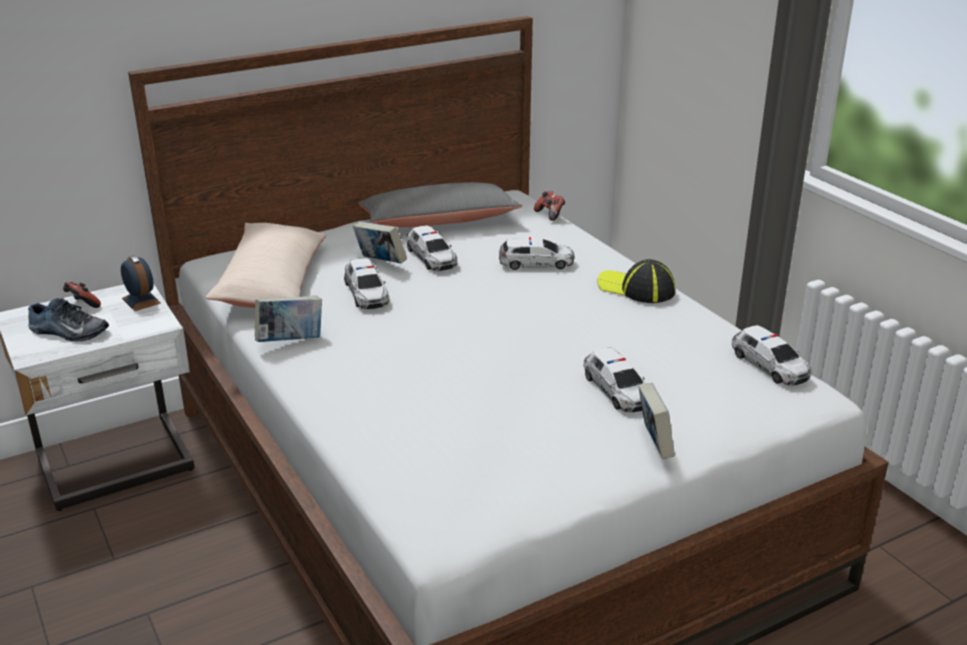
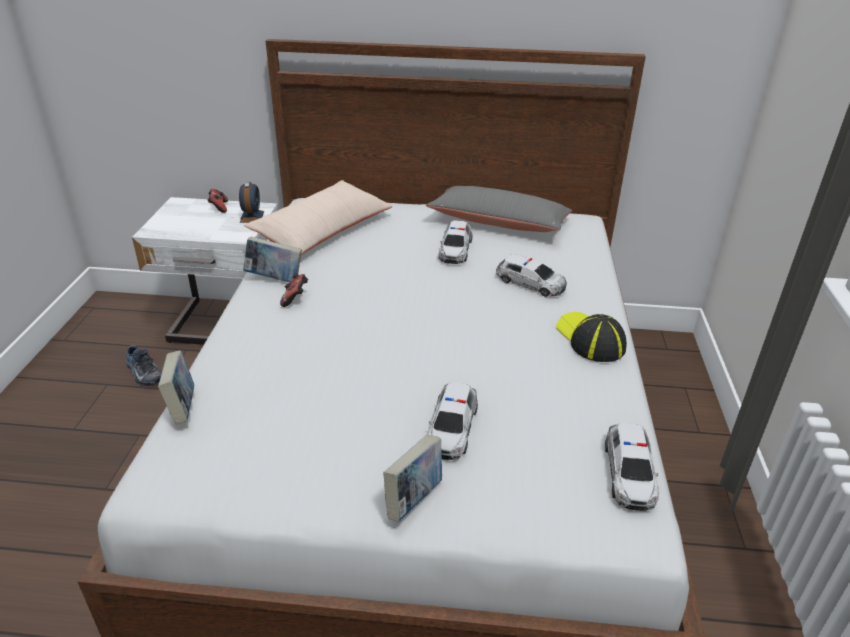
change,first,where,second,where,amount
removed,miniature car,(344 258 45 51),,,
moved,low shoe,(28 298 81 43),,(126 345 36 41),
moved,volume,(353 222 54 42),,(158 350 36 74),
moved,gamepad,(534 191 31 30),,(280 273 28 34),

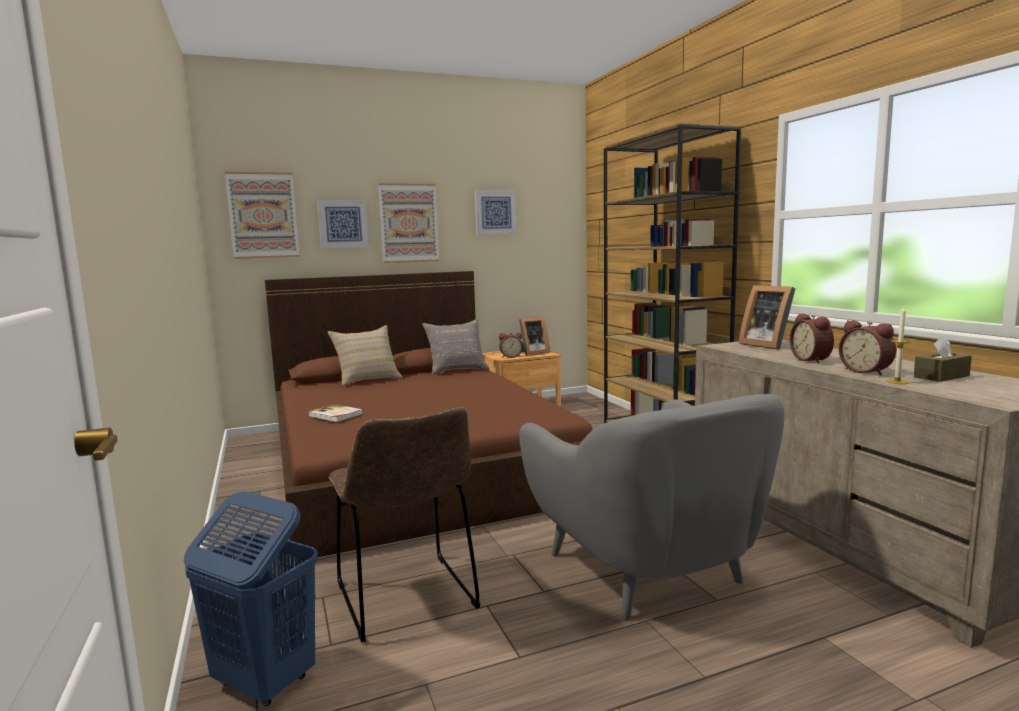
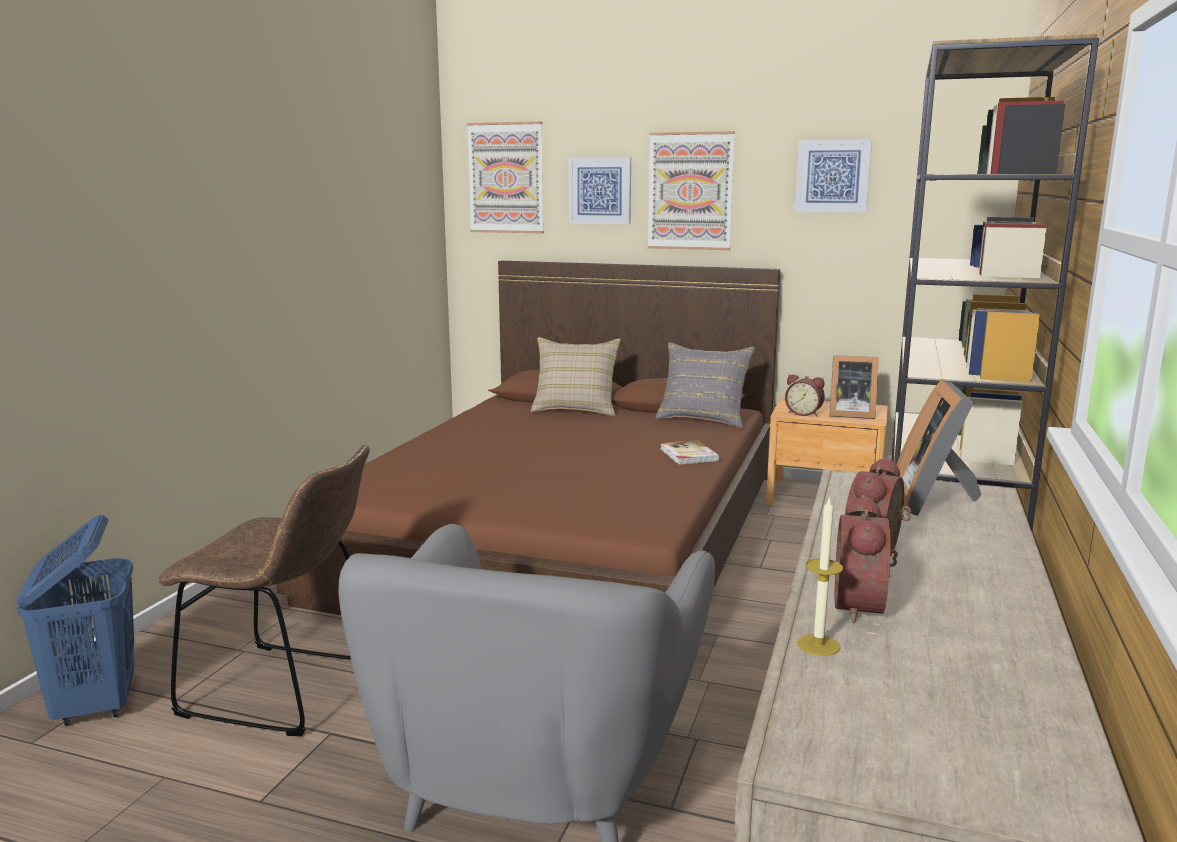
change,first,where,second,where,amount
removed,brown-coloured box of tissues,(914 335 58 47),,,
moved,volume,(308 404 55 18),,(660 440 60 25),
turned,brown-coloured plain chair,(328 407 152 236),,(158 445 212 291),90 degrees counterclockwise

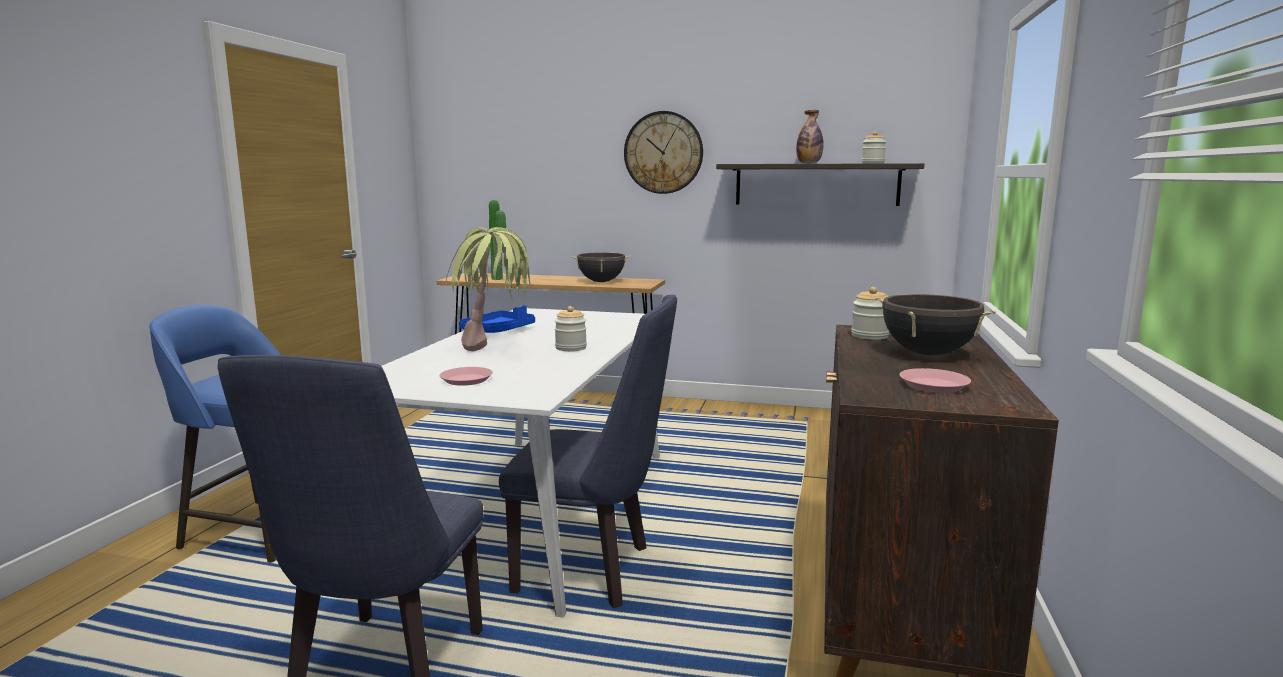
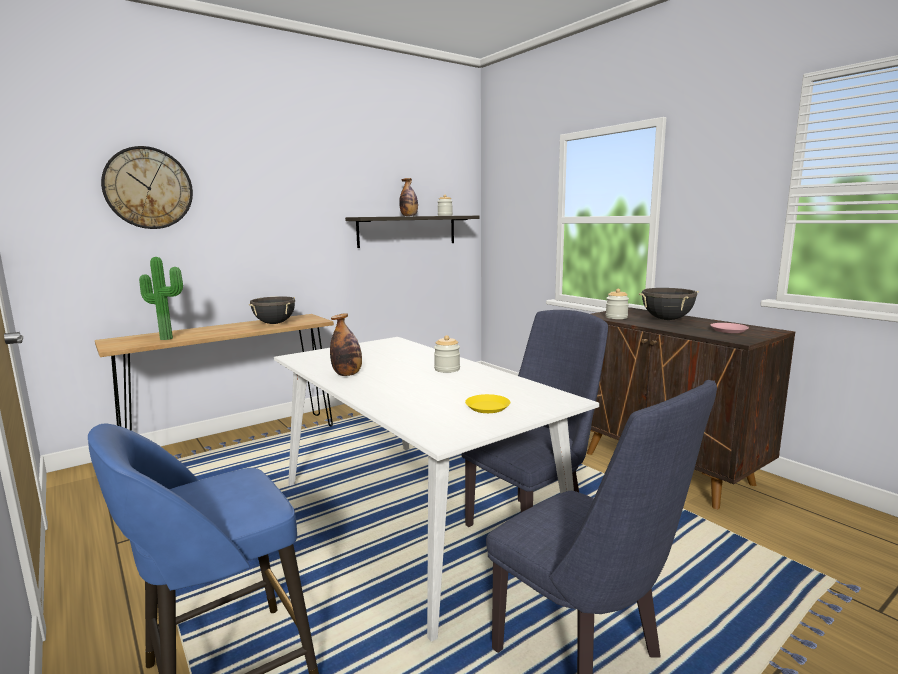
change,first,where,second,where,amount
removed,houseplant,(446 227 84 124),,,
moved,hanging clock,(624 111 79 83),,(101 146 92 83),
replaced,blue-coloured carrying tray,(459 305 76 28),beverage bottle,(330 313 32 63),
recoloured,pink dinner plate,(440 367 53 19),yellowish dinner plate,(465 394 45 19),

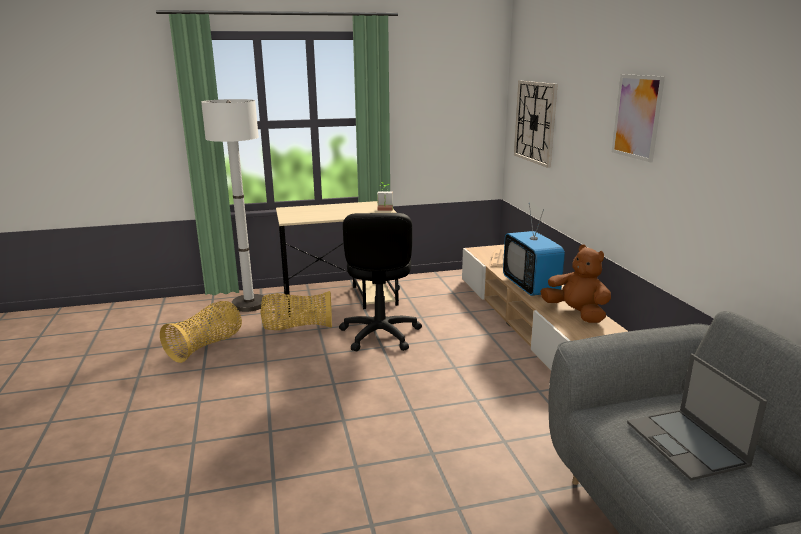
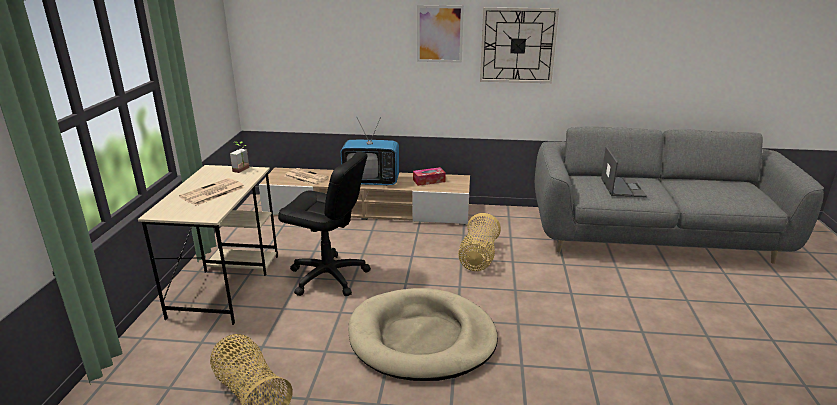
change,first,where,second,where,amount
removed,white standing lamp,(201 99 66 213),,,
added,,,newspaper,(179 178 66 28),
added,,,sand-coloured dog bed,(348 288 150 93),
moved,household basket,(260 291 72 39),,(458 213 43 58),
moved,hanging clock,(514 81 44 87),,(480 7 79 76),
replaced,brown-coloured cuddly toy,(540 244 71 79),box of tissues,(413 167 33 19),
turned,notebook computer,(627 354 140 126),,(601 147 46 50),90 degrees counterclockwise

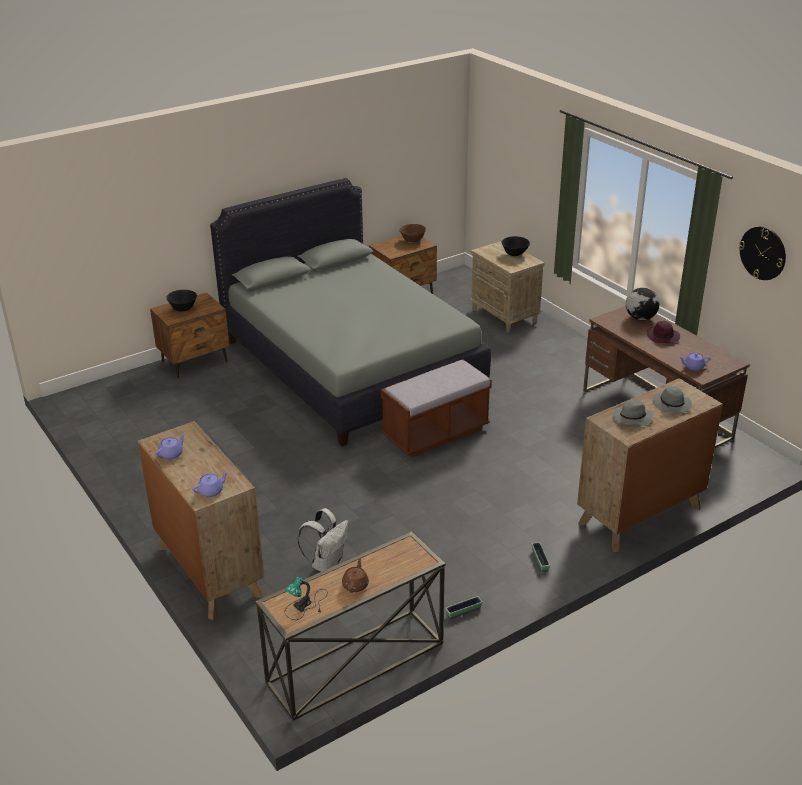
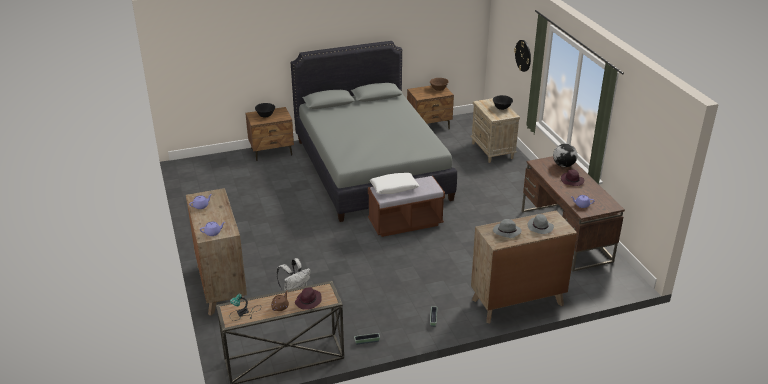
change,first,where,second,where,amount
added,,,purplish clothing hat,(295 287 27 23),
added,,,white throw pillow,(370 173 49 21),
moved,hanging clock,(739 226 47 54),,(514 40 17 32),

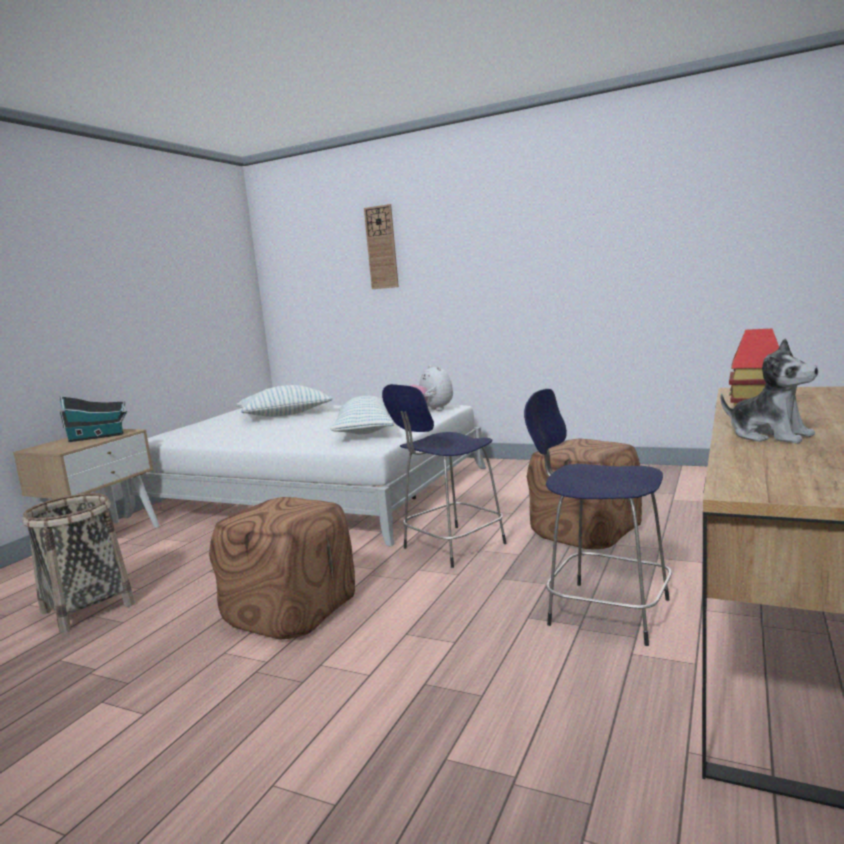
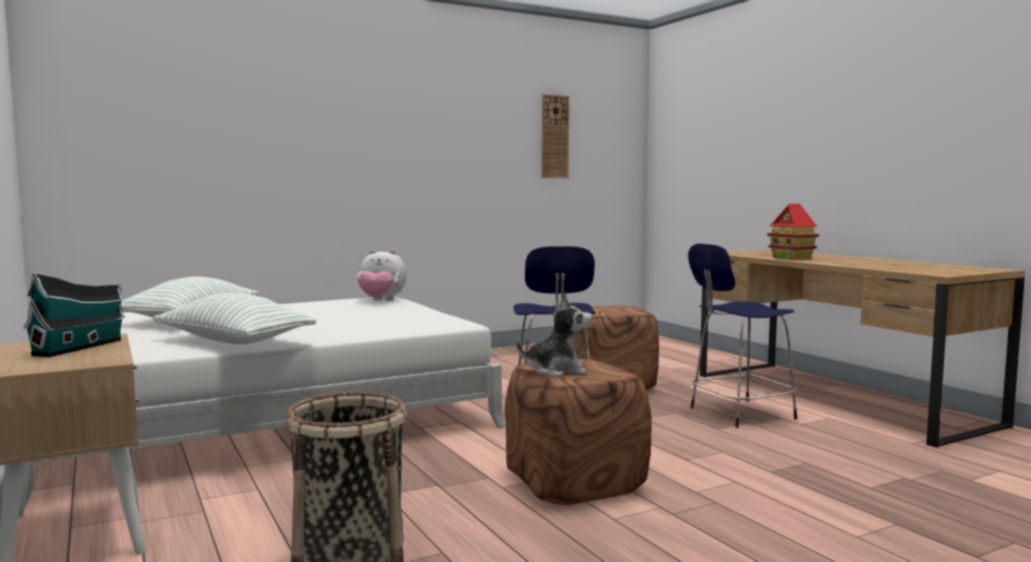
change,first,where,second,where,amount
moved,throw pillow,(330 396 64 38),,(153 293 164 51),
moved,hanging clock,(364 204 35 85),,(542 94 27 84),
moved,cuddly toy,(721 339 97 105),,(516 293 77 84),

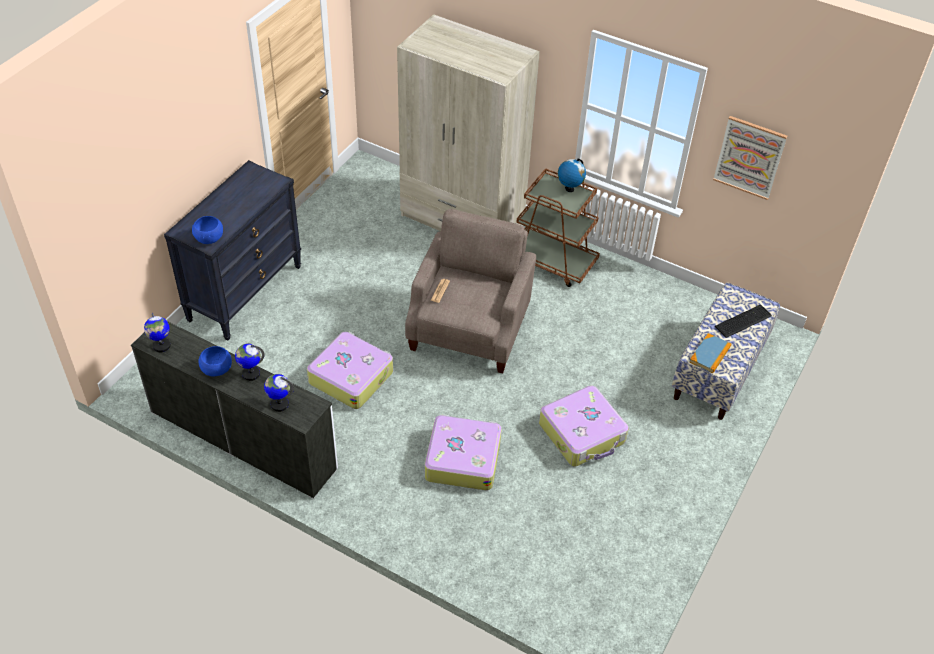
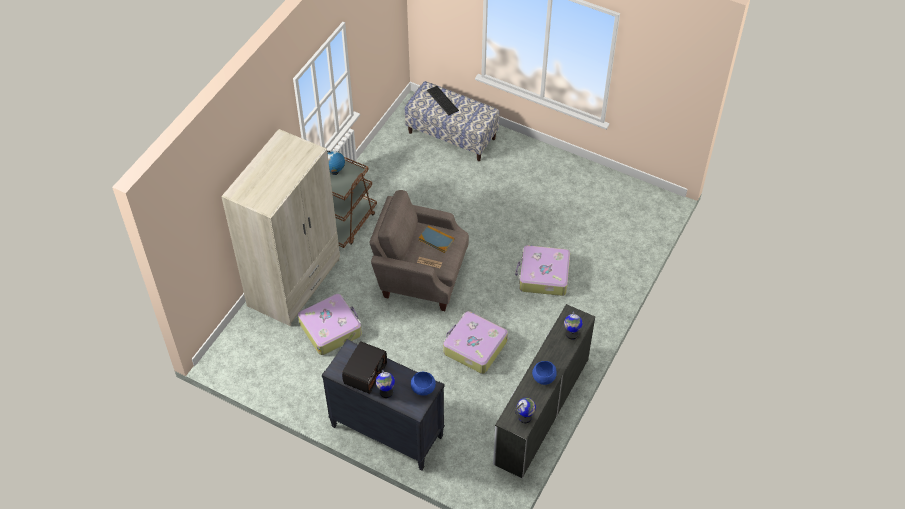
change,first,where,second,where,amount
removed,wall picture,(713 116 74 84),,,
added,,,radio,(342 341 45 53),
moved,globe,(235 344 30 37),,(376 369 19 29),
moved,suitcase,(539 385 90 82),,(298 294 64 61),
moved,volume,(689 333 42 40),,(419 225 36 28),

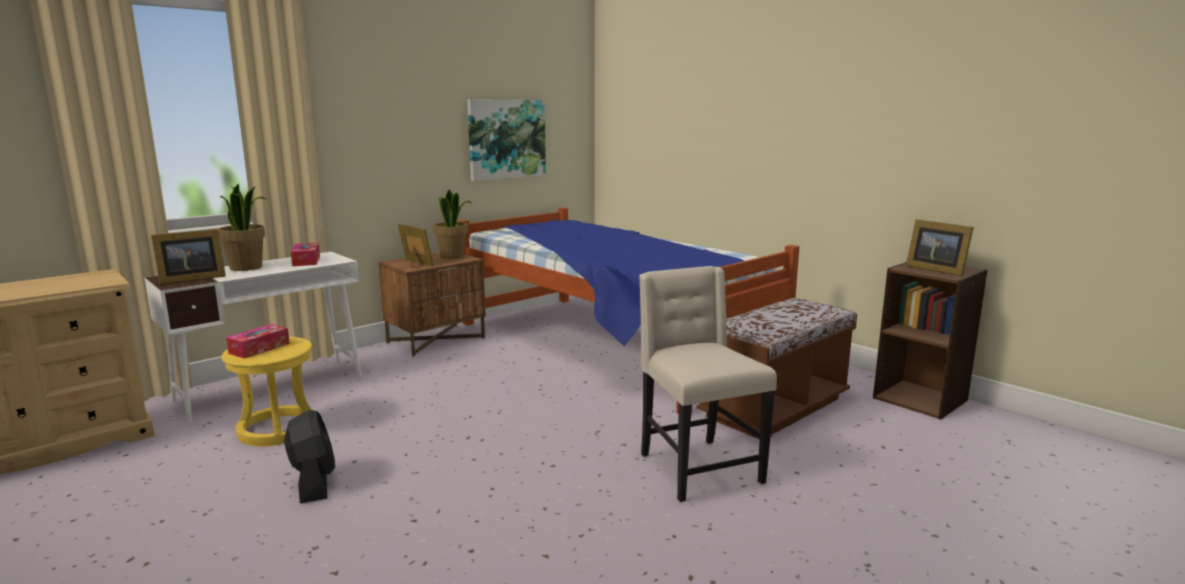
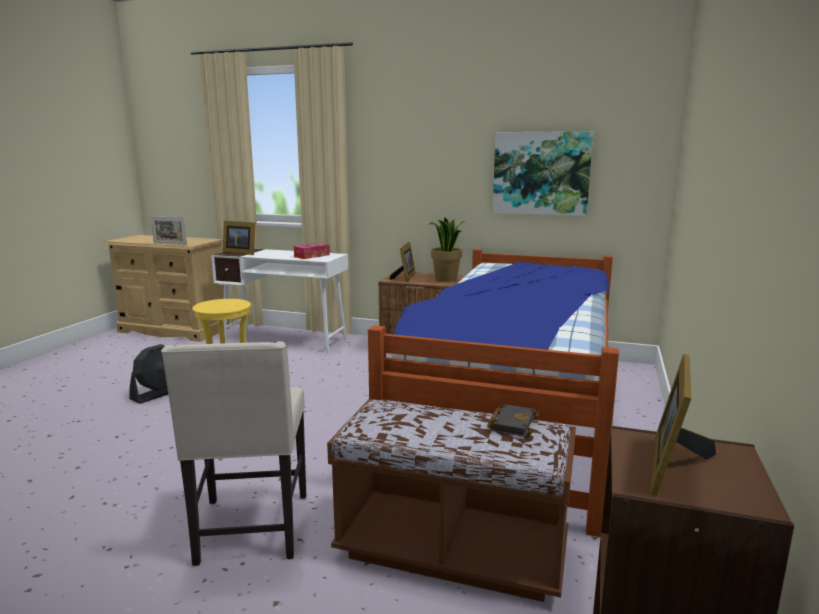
change,first,where,second,where,amount
removed,houseplant,(218 184 47 87),,,
removed,box of tissues,(226 324 64 35),,,
added,,,standing frame,(151 216 36 29),
added,,,black-coloured volume,(487 404 53 33),
turned,sand-coloured plain chair,(639 266 138 236),,(161 341 145 225),135 degrees clockwise

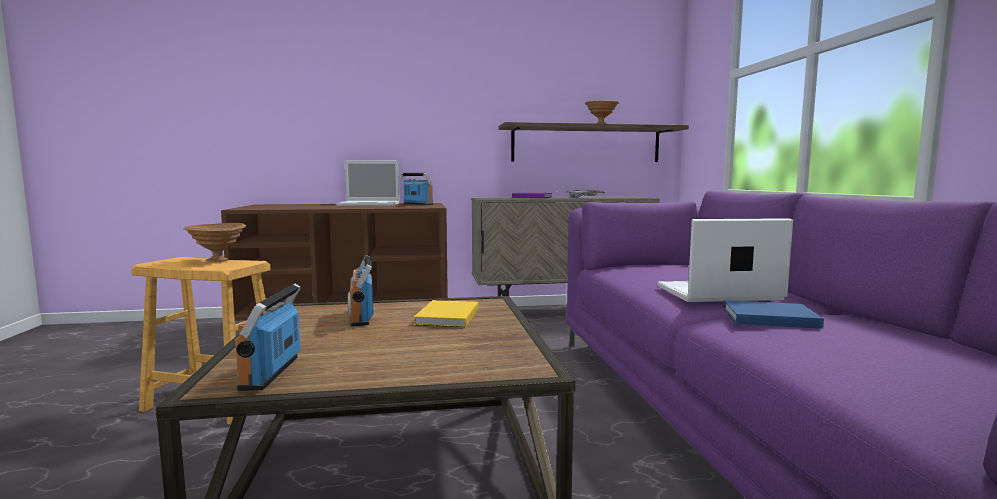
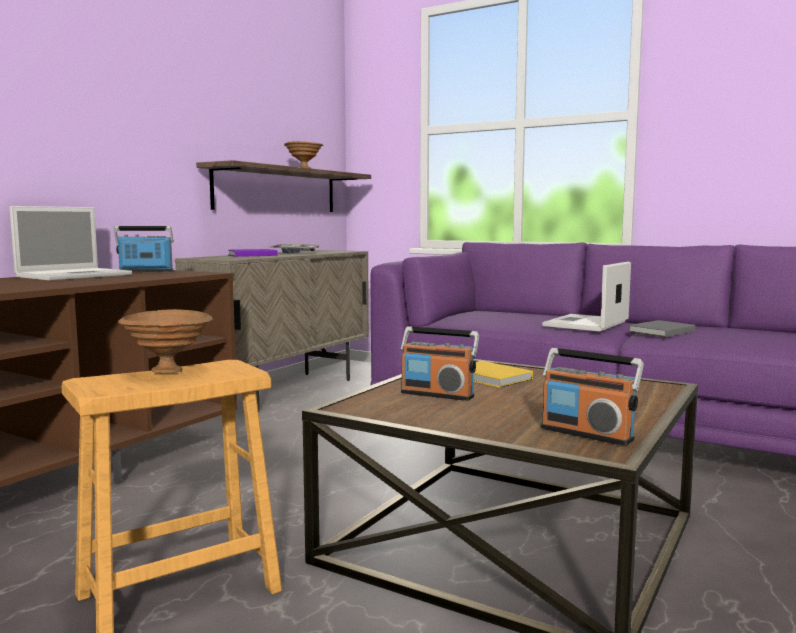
change,first,where,second,where,amount
recoloured,blue-coloured volume,(724 300 100 29),greyish volume,(628 320 67 17),

